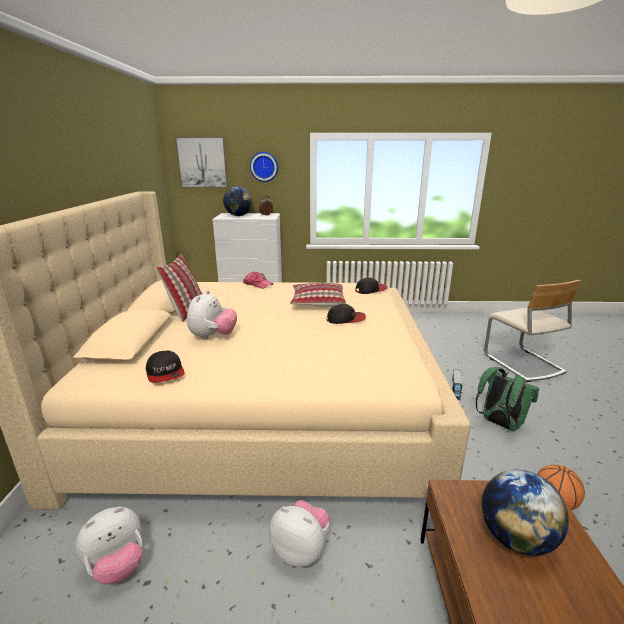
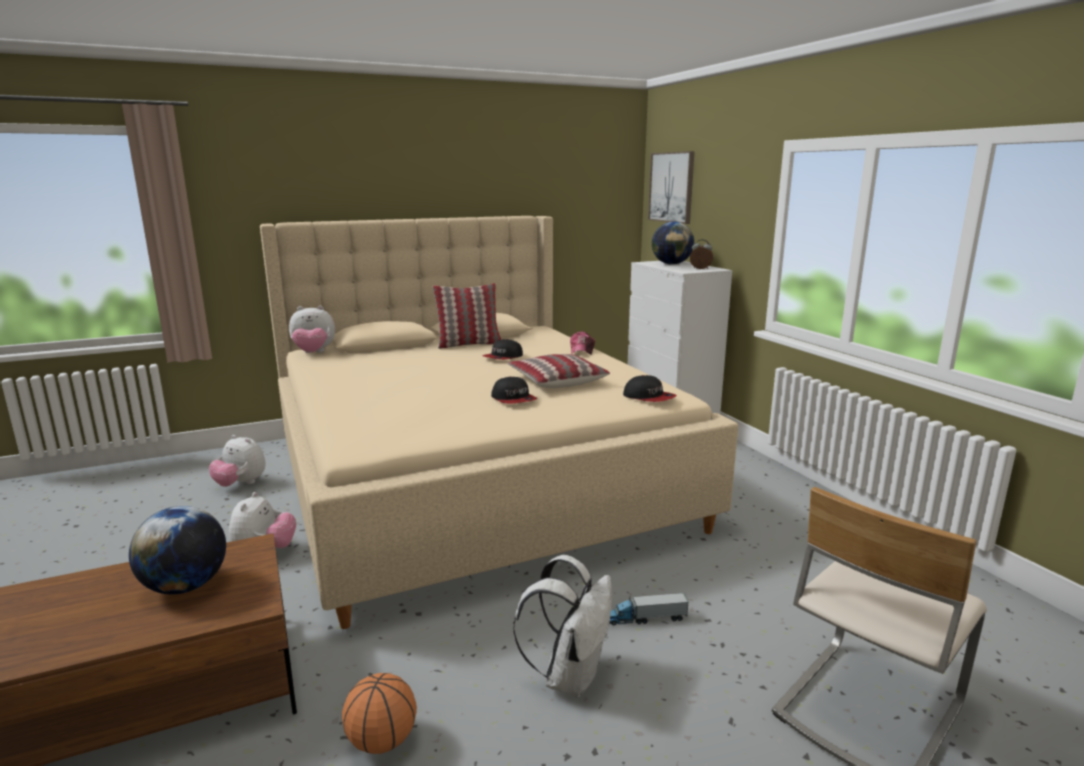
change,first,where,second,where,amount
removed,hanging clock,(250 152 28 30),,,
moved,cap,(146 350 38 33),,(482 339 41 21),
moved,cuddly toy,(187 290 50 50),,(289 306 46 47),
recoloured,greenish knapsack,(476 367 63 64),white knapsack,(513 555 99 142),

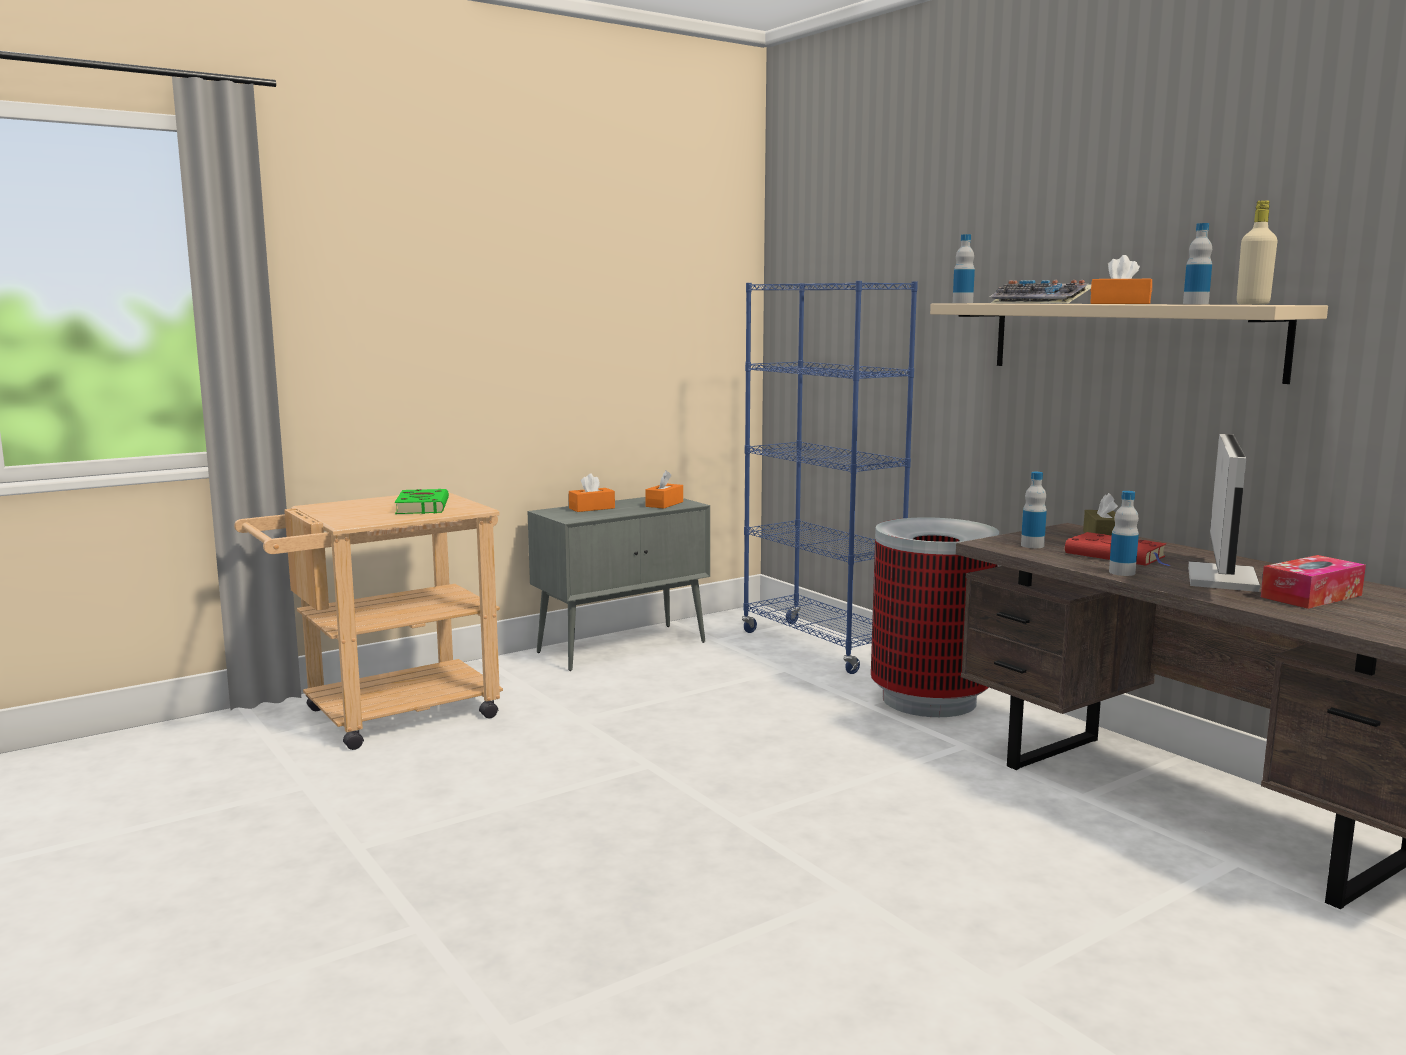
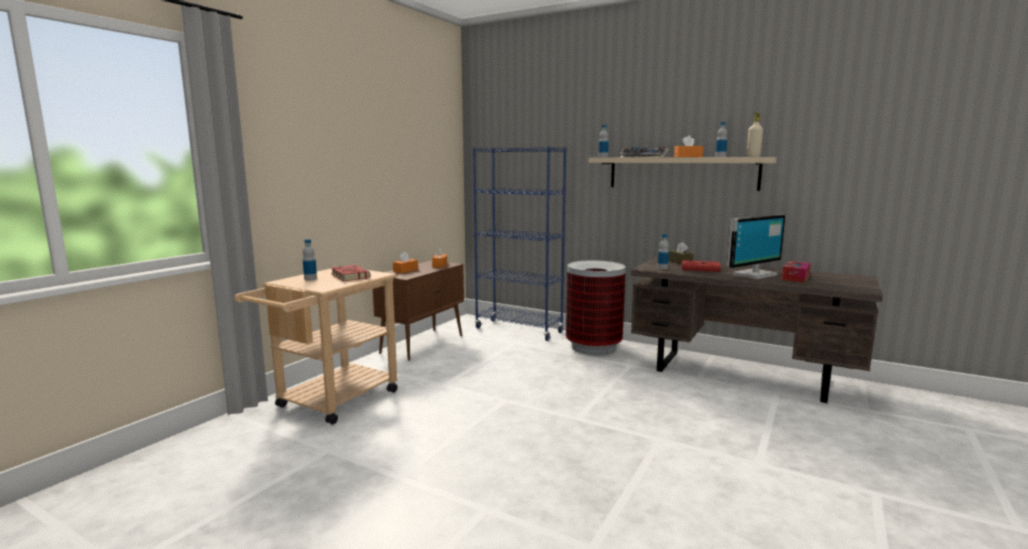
change,first,where,second,where,amount
moved,beverage bottle,(1109 491 30 85),,(303 239 14 42),
recoloured,greenish volume,(395 489 54 25),red volume,(330 265 41 16),
recoloured,greyish cabinet,(528 497 182 174),brown-coloured cabinet,(373 261 91 100),
turned,monitor,(1188 434 72 158),,(727 214 58 65),60 degrees clockwise

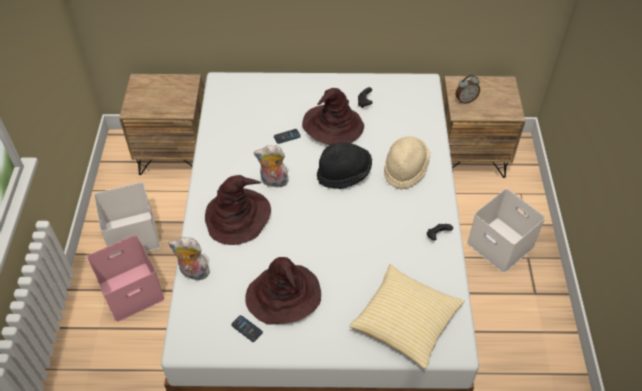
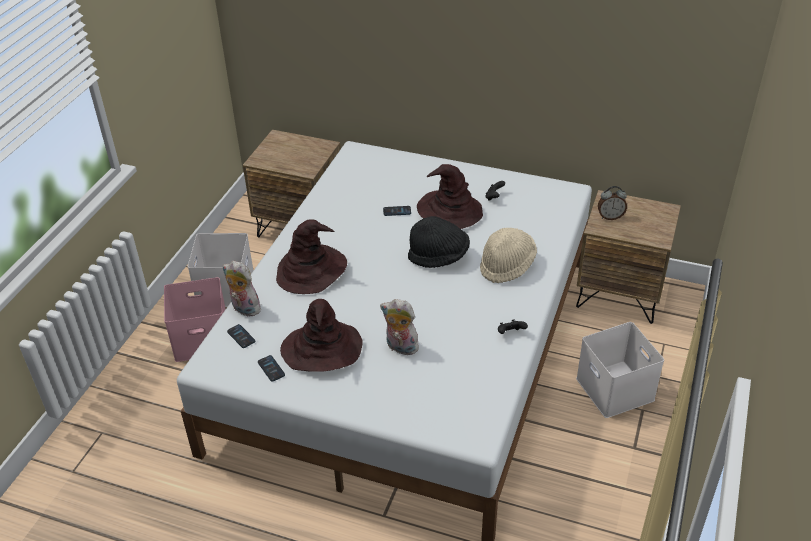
change,first,where,second,where,amount
removed,throw pillow,(349 264 115 105),,,
added,,,phone,(227 324 28 24),
moved,cuddly toy,(254 145 35 43),,(380 299 39 58),

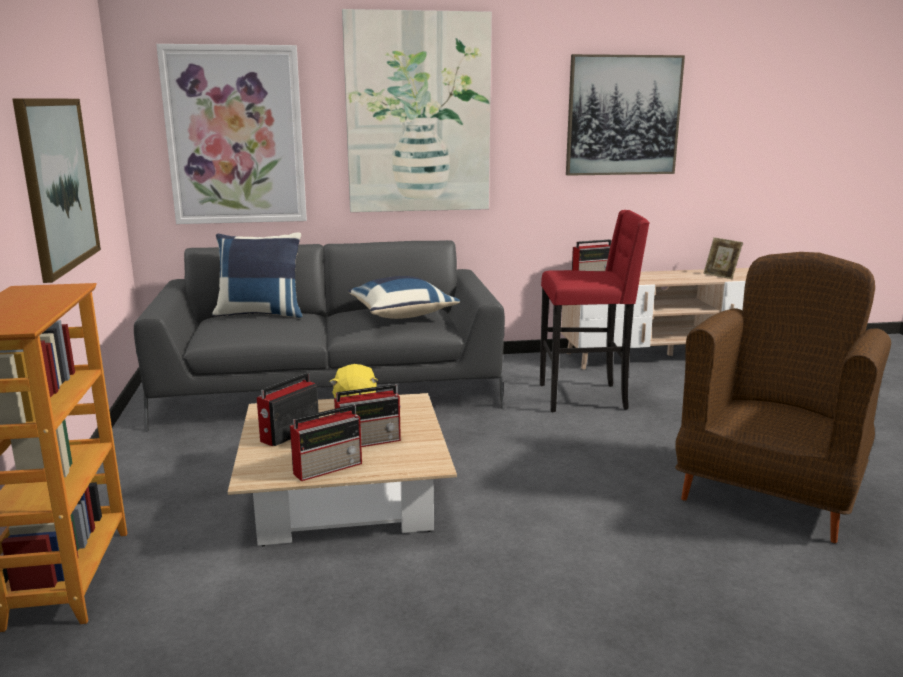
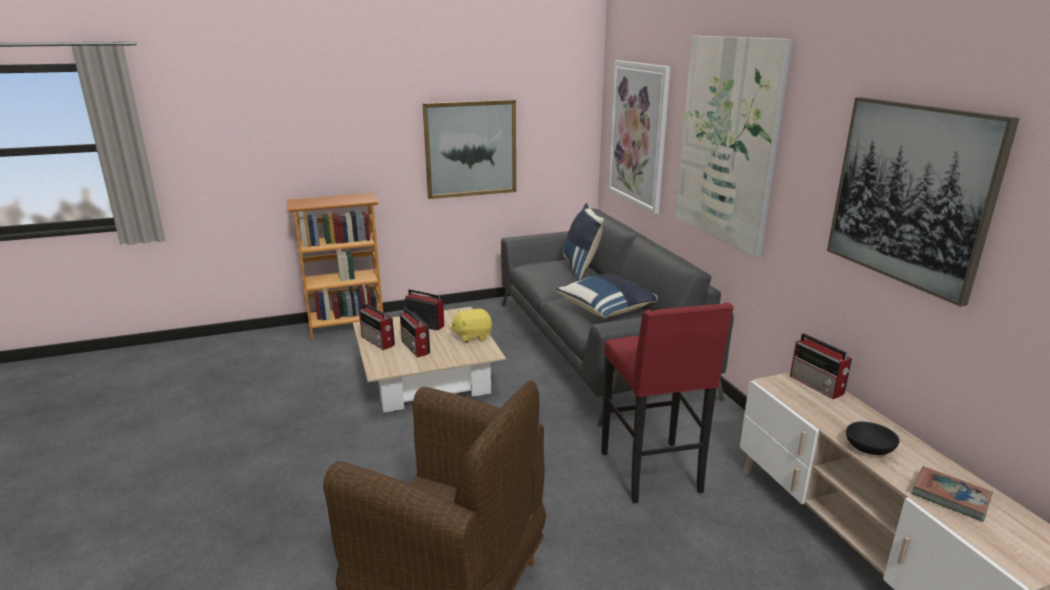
change,first,where,second,where,amount
added,,,black-coloured serving bowl,(846 421 53 34),
replaced,standing frame,(703 237 40 42),volume,(912 466 81 56),

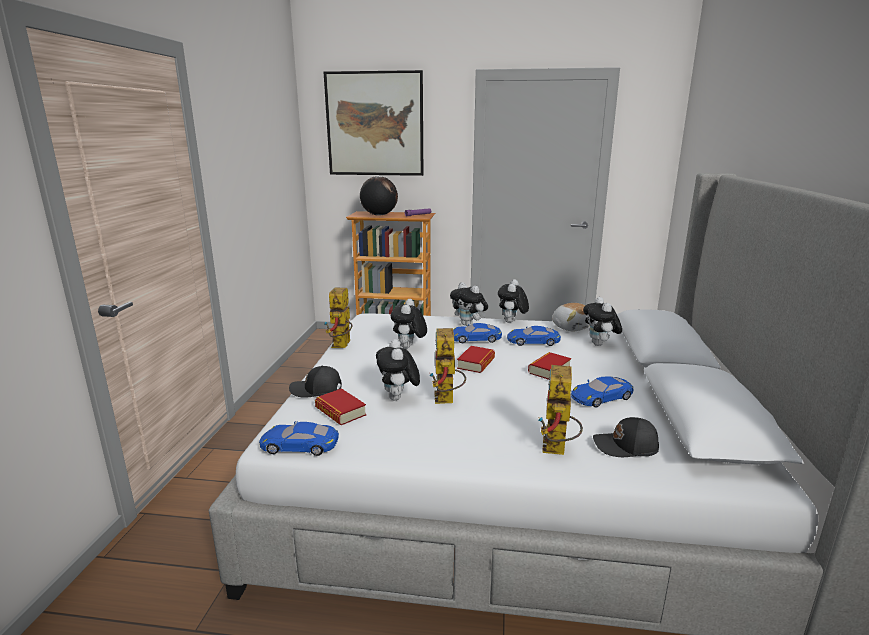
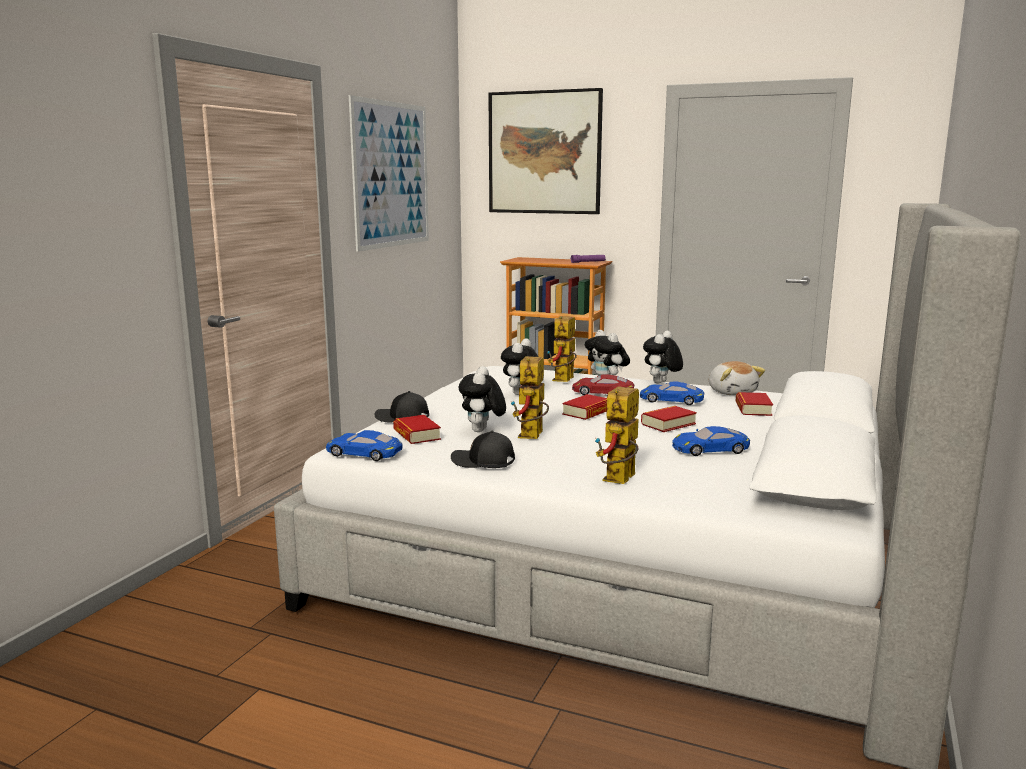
change,first,where,second,where,amount
removed,globe,(360 176 38 40),,,
added,,,wall picture,(349 95 80 157),
moved,model robot,(324 287 28 61),,(547 316 30 66),
moved,black-coloured cap,(593 417 66 40),,(451 431 64 37),
replaced,cuddly toy,(583 297 39 49),volume,(736 392 37 24),
recoloured,blue-coloured miniature car,(453 323 49 20),red miniature car,(572 374 62 21),

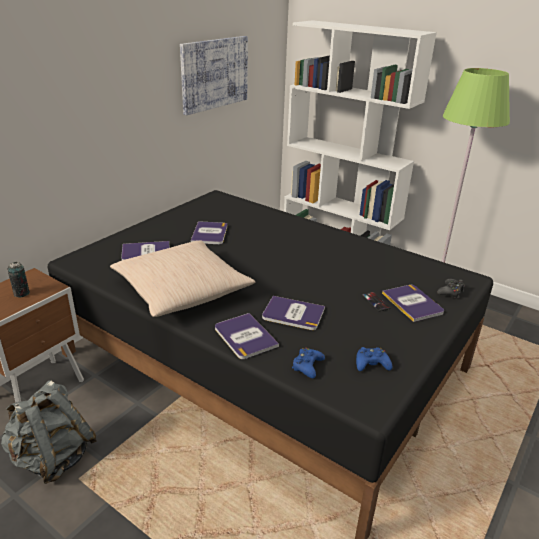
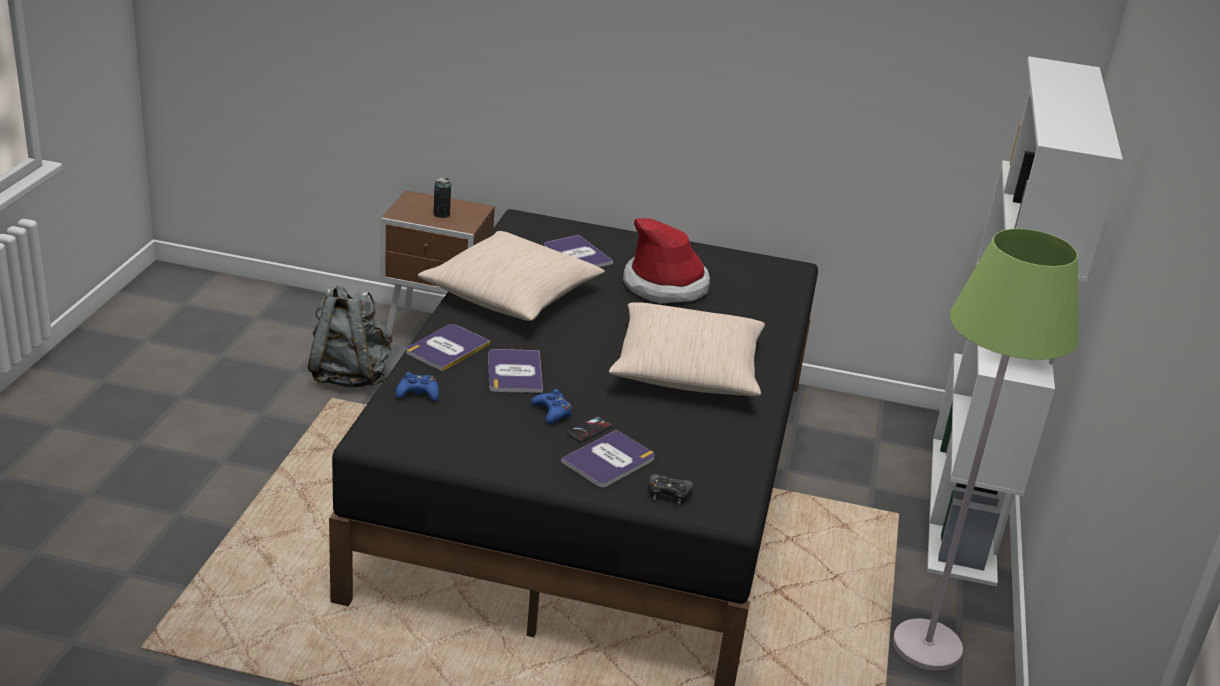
change,first,where,second,where,amount
removed,wall picture,(180 36 68 79),,,
added,,,sand-coloured throw pillow,(609 302 156 94),
moved,blue-coloured gamepad,(356 347 36 24),,(531 389 41 35),
replaced,volume,(191 221 36 23),clothing hat,(623 218 87 86),

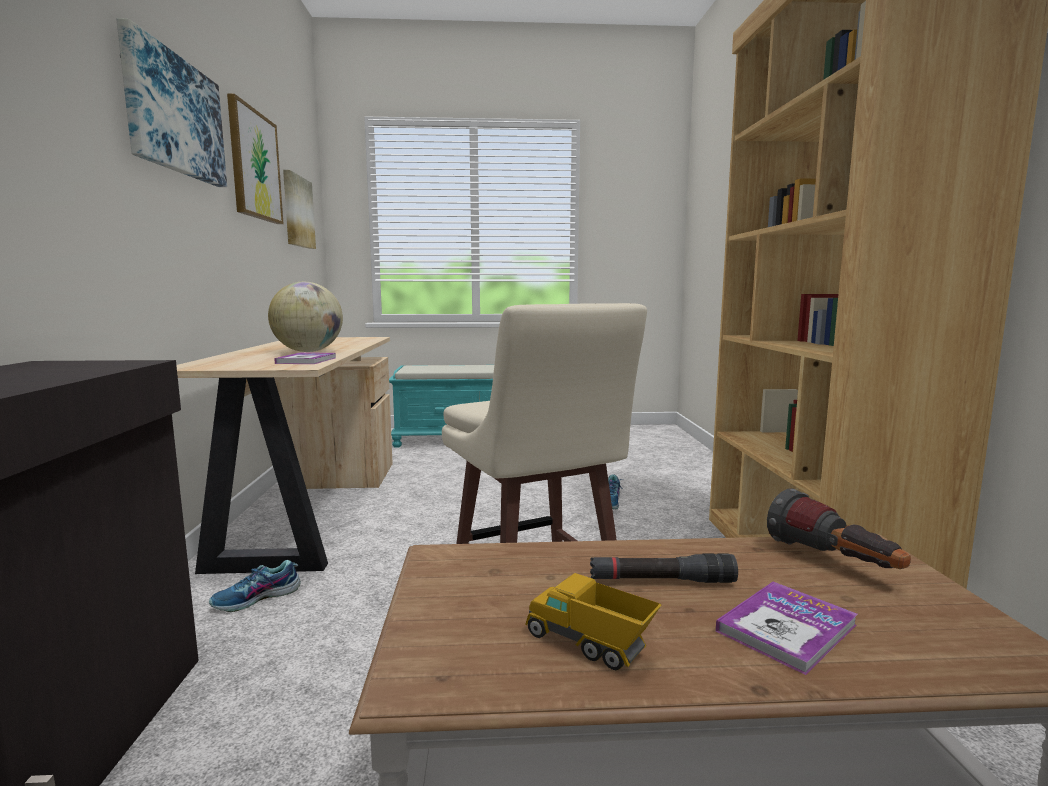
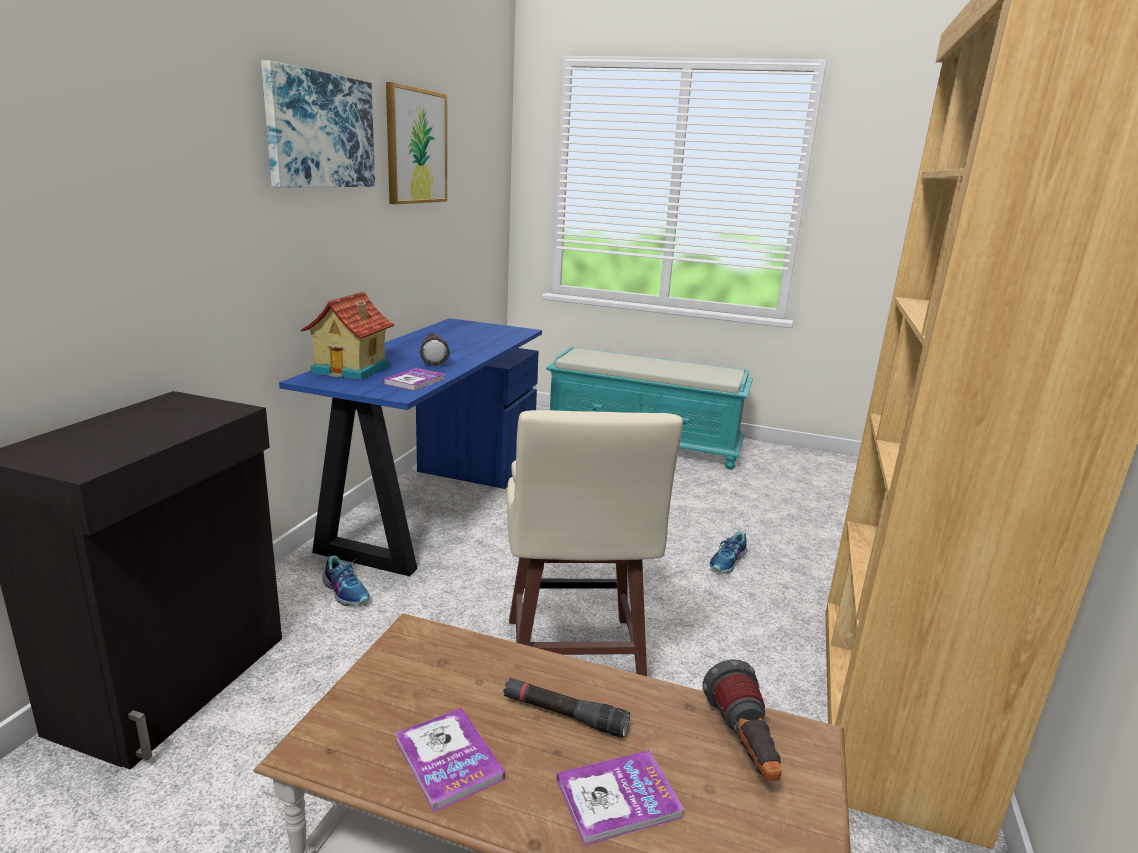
change,first,where,second,where,amount
removed,wall picture,(283 170 33 79),,,
added,,,miniature house,(301 292 93 88),
replaced,globe,(268 282 75 70),hand torch,(419 334 31 32),
replaced,toy lorry,(526 573 135 97),volume,(395 708 111 105),
recoloured,sand-coloured desk,(176 337 217 237),blue-coloured desk,(279 318 263 258),
turned,low shoe,(209 560 92 52),,(322 556 48 50),120 degrees counterclockwise

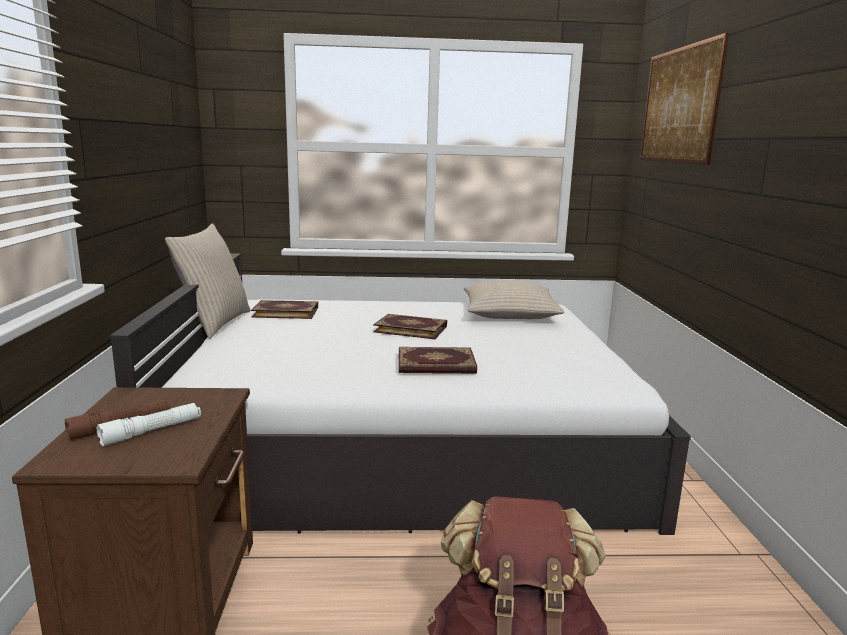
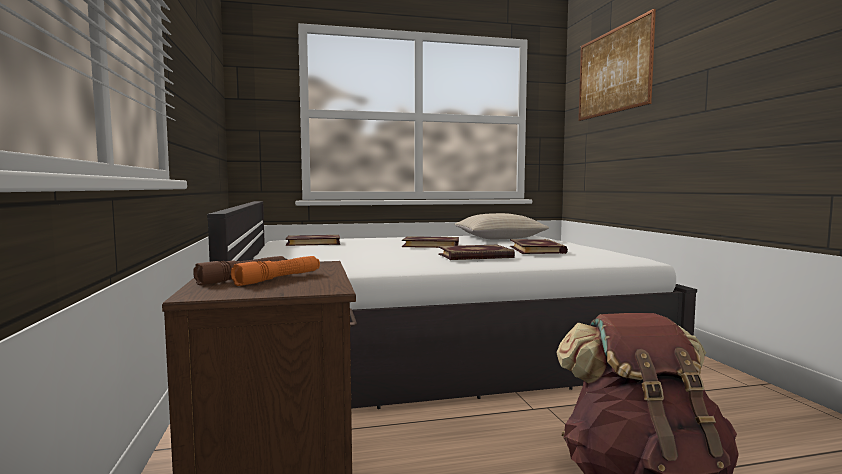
change,first,where,second,where,amount
removed,sand-coloured throw pillow,(165 224 86 115),,,
added,,,volume,(510 239 58 15),
recoloured,white hand torch,(97 403 104 43),orange hand torch,(231 256 89 30),

